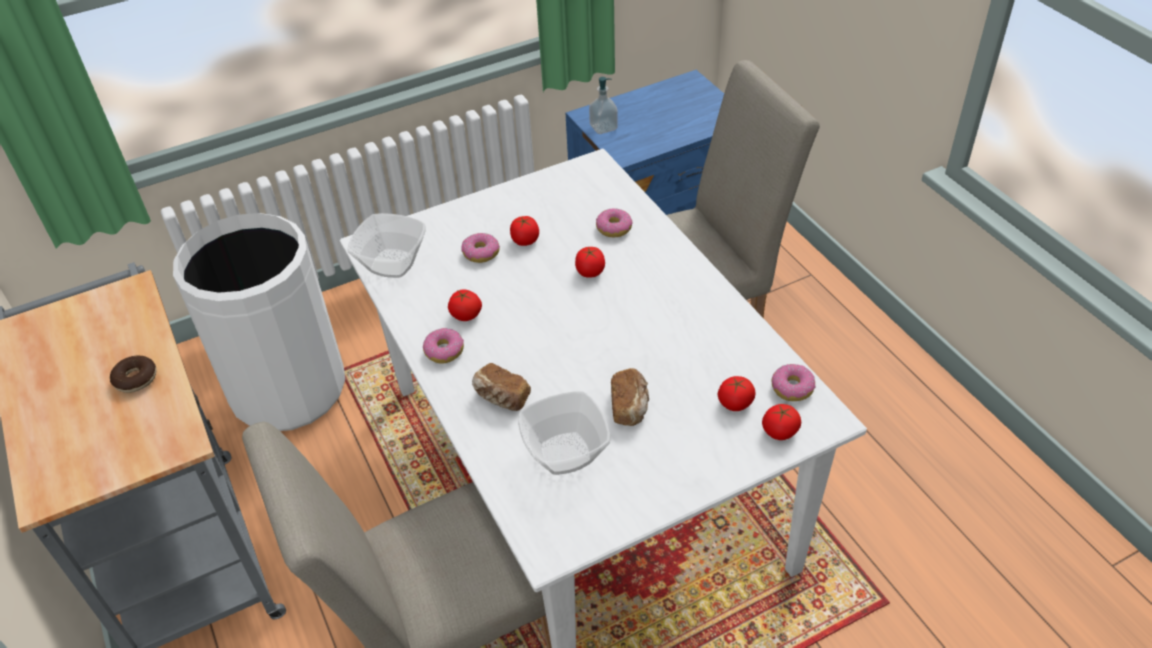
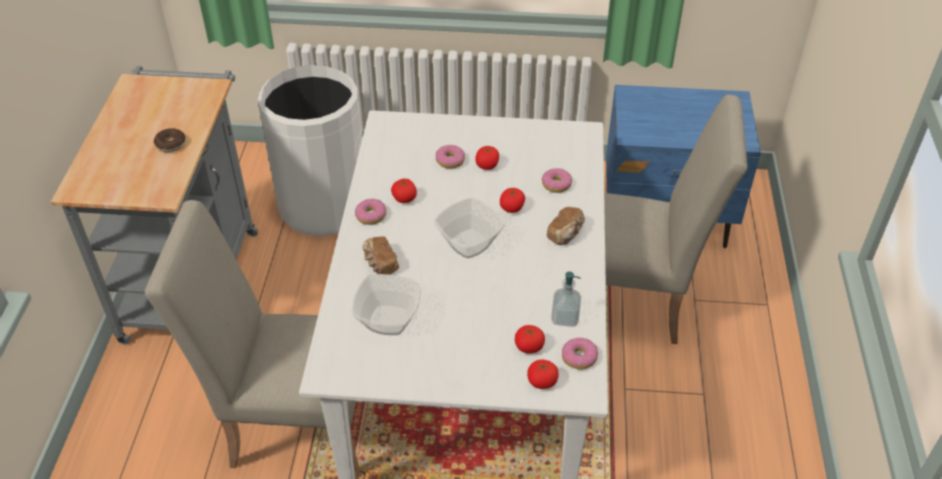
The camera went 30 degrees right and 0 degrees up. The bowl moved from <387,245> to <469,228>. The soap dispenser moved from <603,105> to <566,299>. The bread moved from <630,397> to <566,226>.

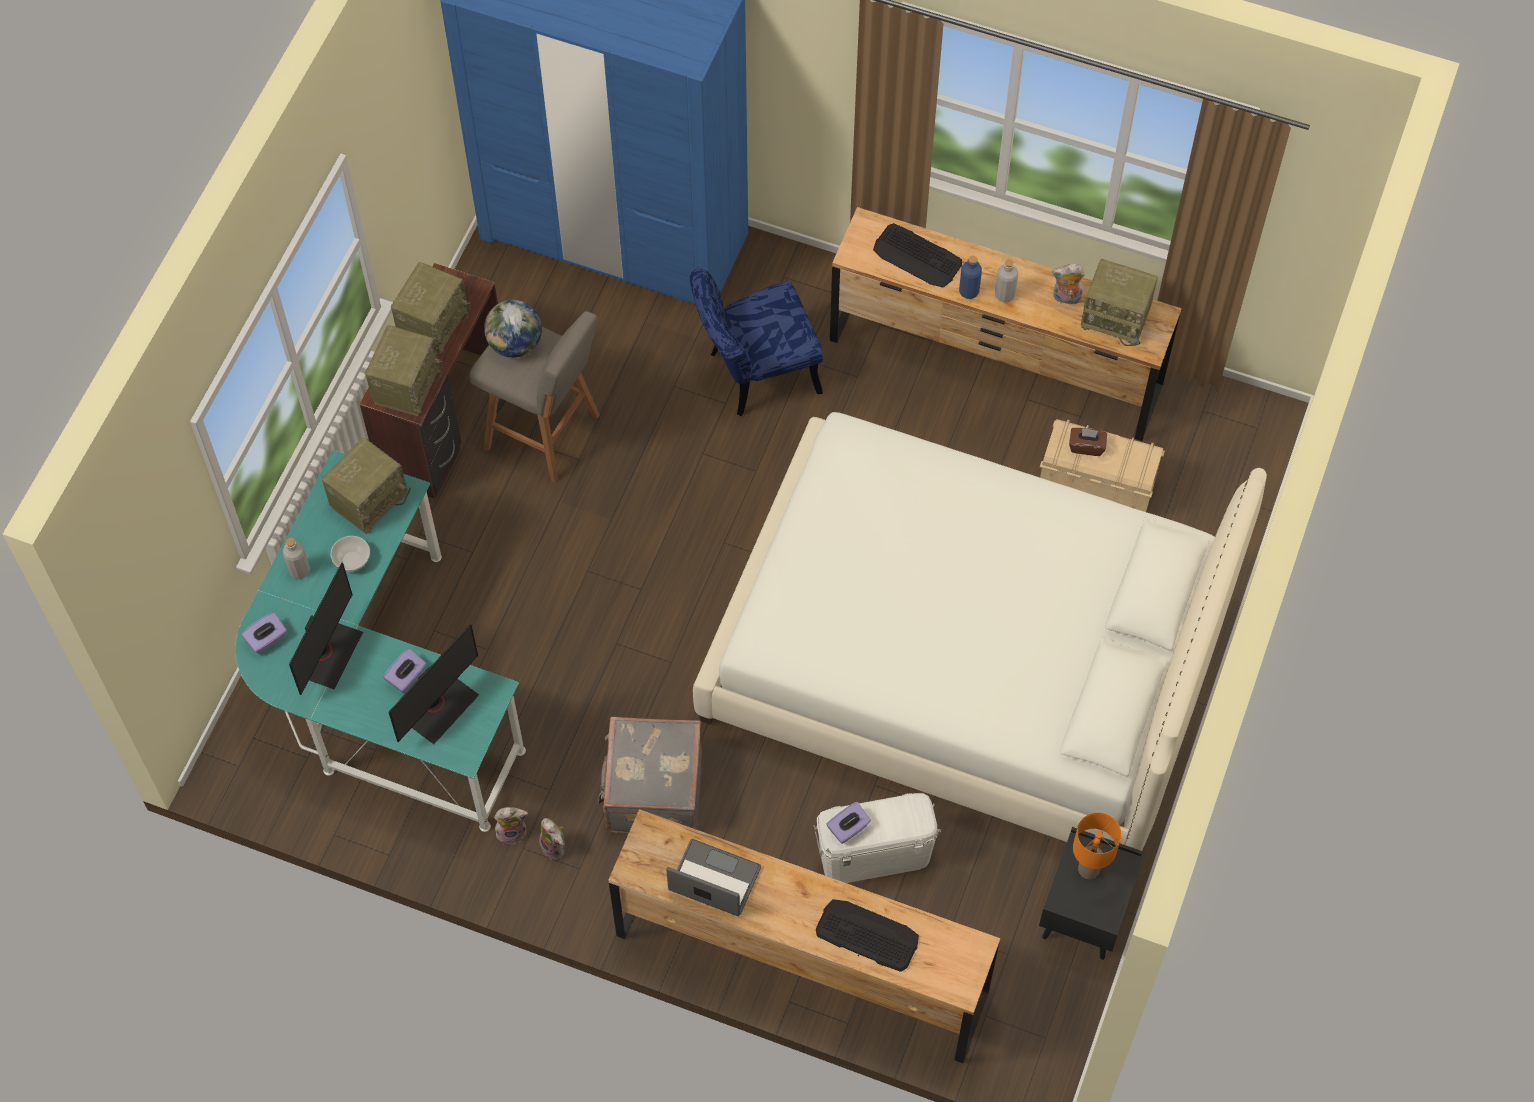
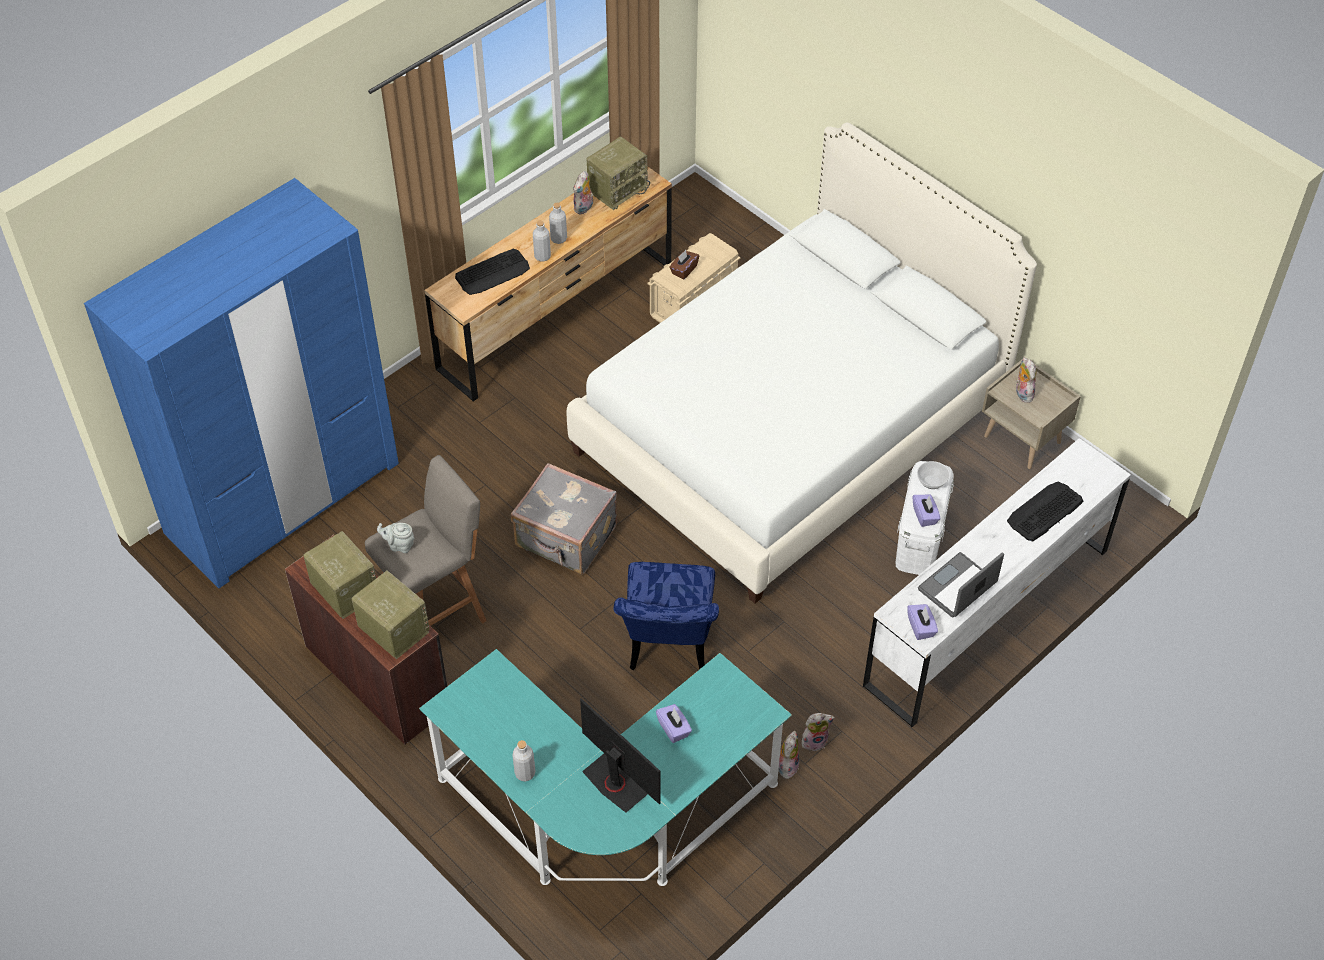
The camera went 65 degrees left and 10 degrees down. The purple tissue box moved from <264,633> to <922,622>. The radio at <366,486> disappeared. The bowl moved from <350,553> to <933,475>. The monitor at <434,684> disappeared. The globe at <513,329> was replaced by the grey teapot at <396,538>. The grey suitcase moved from <650,775> to <564,519>. The brown dresser at <804,936> became the white dresser at <997,582>. The blue chair moved from <756,342> to <666,616>. The blue bottle at <970,277> became the grey bottle at <542,241>. The black nightstand at <1092,893> became the beige nightstand at <1031,414>. The orange table lamp at <1097,845> was replaced by the plush toy at <1026,380>.

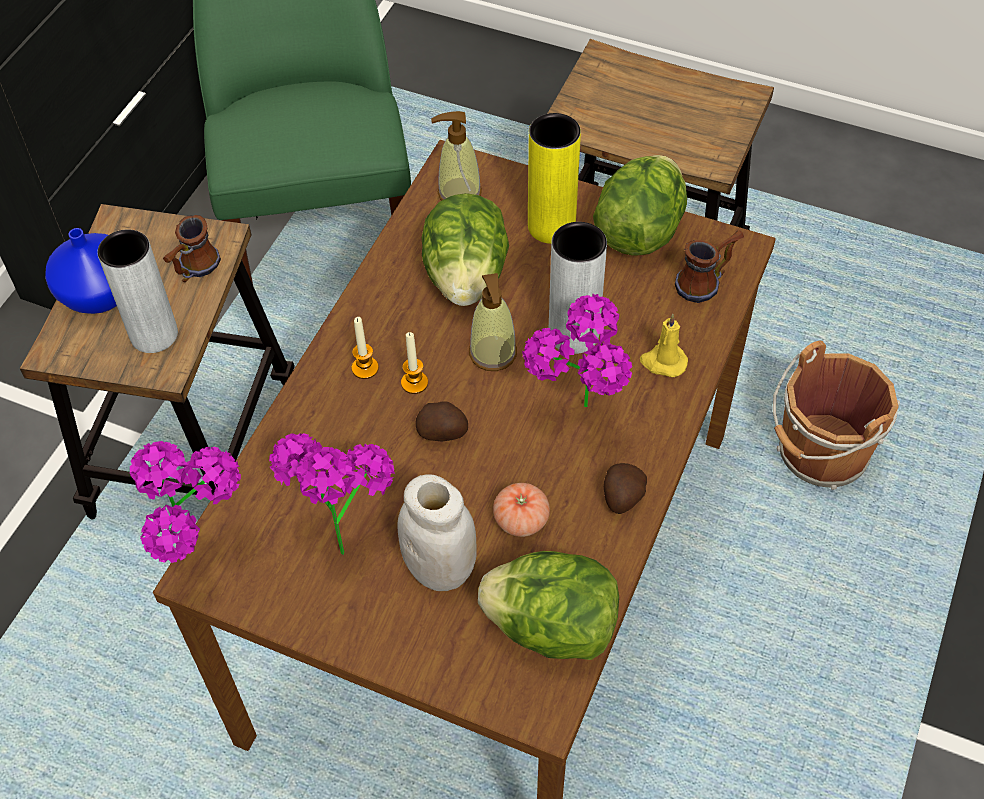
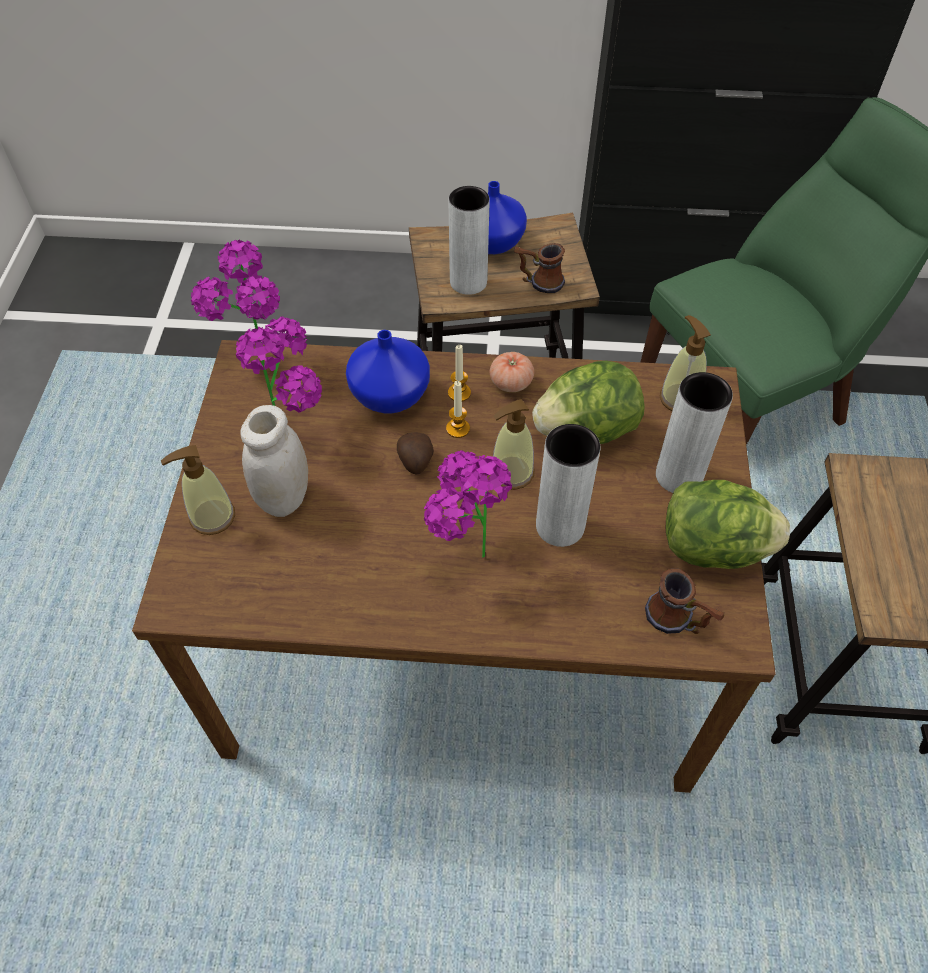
The camera went 70 degrees right and 0 degrees up. The lettuce at <548,605> disappeared. The tomato moved from <521,510> to <512,372>. The yellow vase at <554,178> became the grey vase at <694,432>. The potato at <625,488> disappeared. The yellow candle at <664,345> disappeared. The brown bucket at <836,415> disappeared. The soap dispenser at <198,490> appeared. The blue vase at <388,371> appeared.

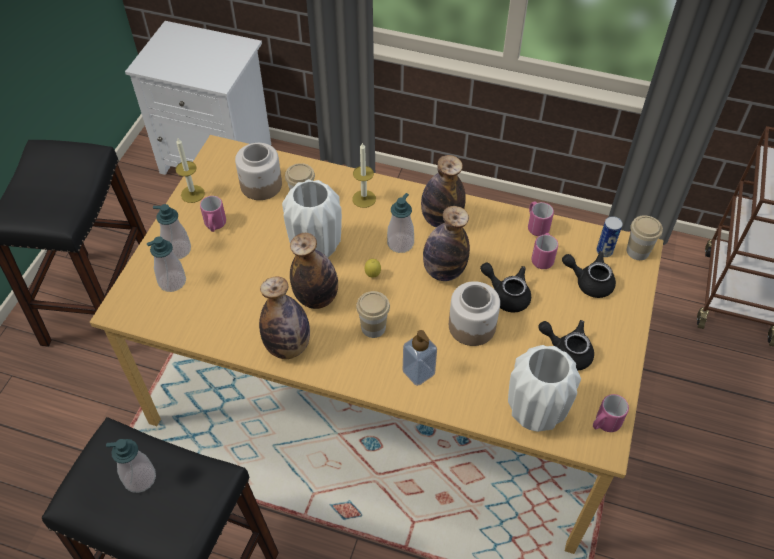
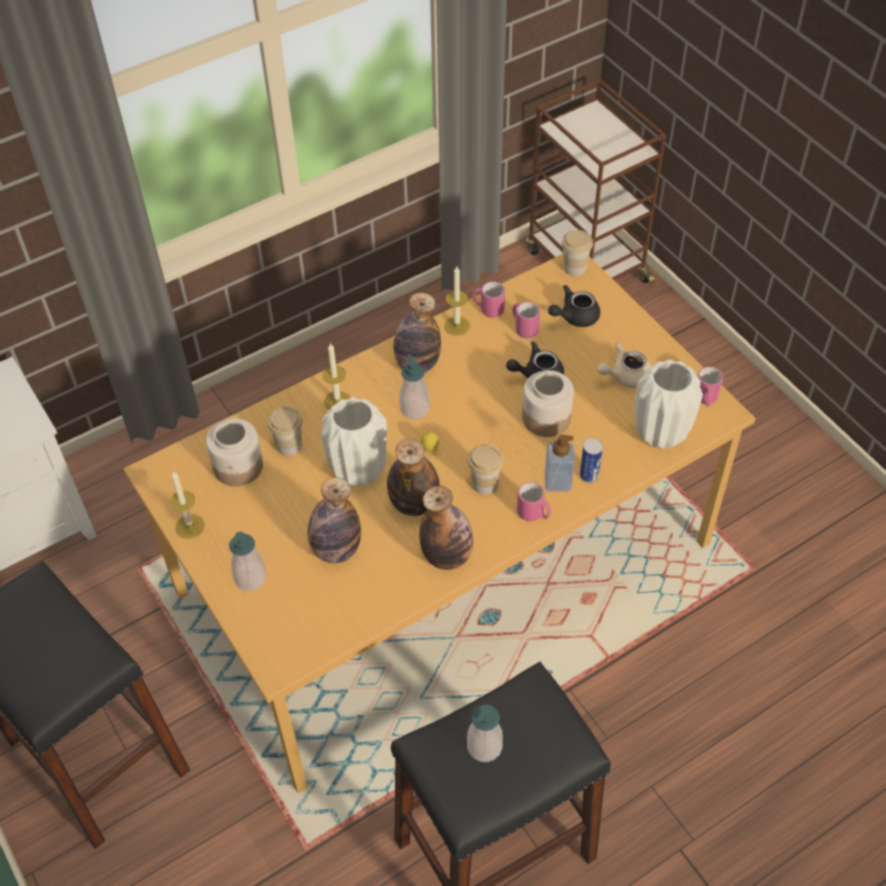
The camera went 50 degrees left and 0 degrees up. The soap dispenser at <166,264> disappeared. The pink mug moved from <213,214> to <534,501>. The bottle moved from <446,243> to <334,520>. The black teapot at <566,345> became the beige teapot at <624,365>. The can moved from <609,236> to <591,460>. The candle at <457,301> appeared.

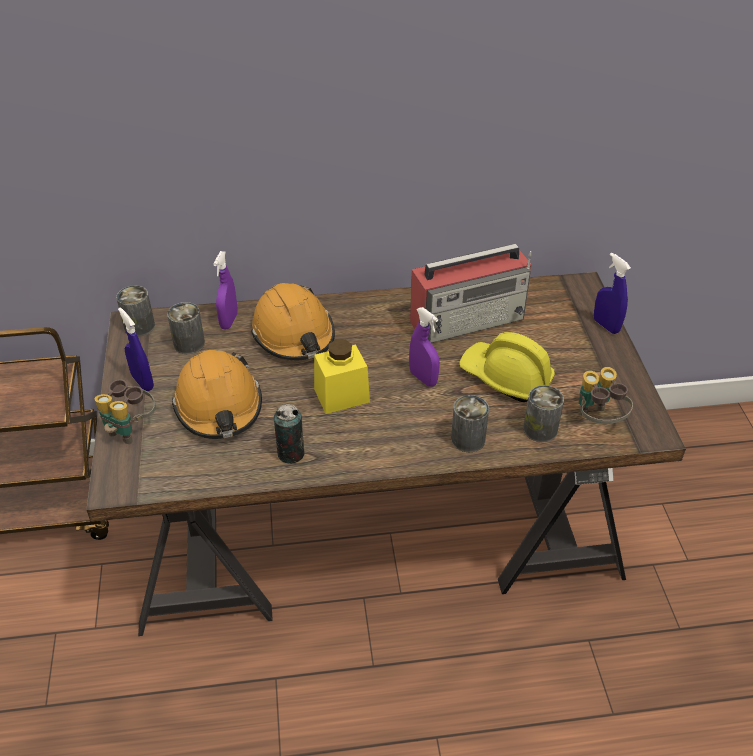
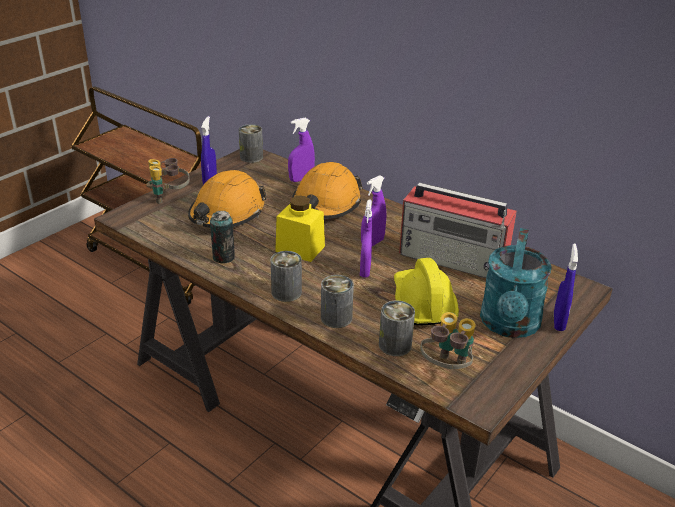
The camera went 45 degrees right and 10 degrees down. The can moved from <186,328> to <286,276>. The purple spray bottle at <374,210> appeared. The turquoise watering can at <516,283> appeared.

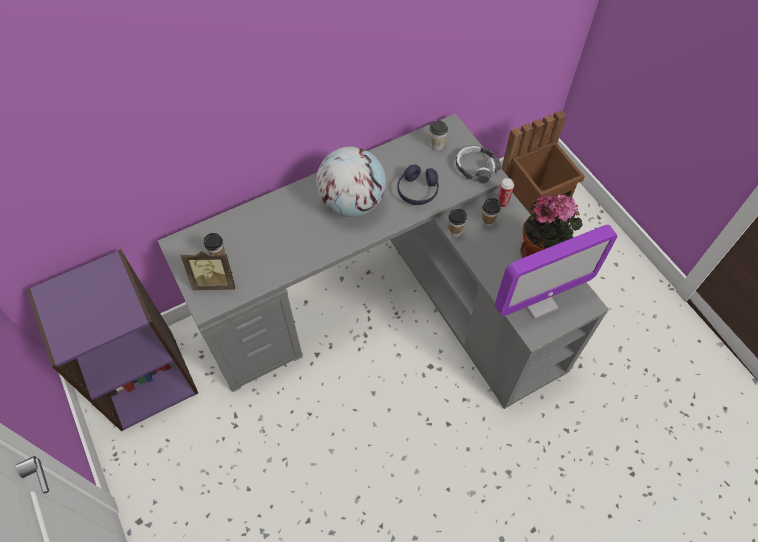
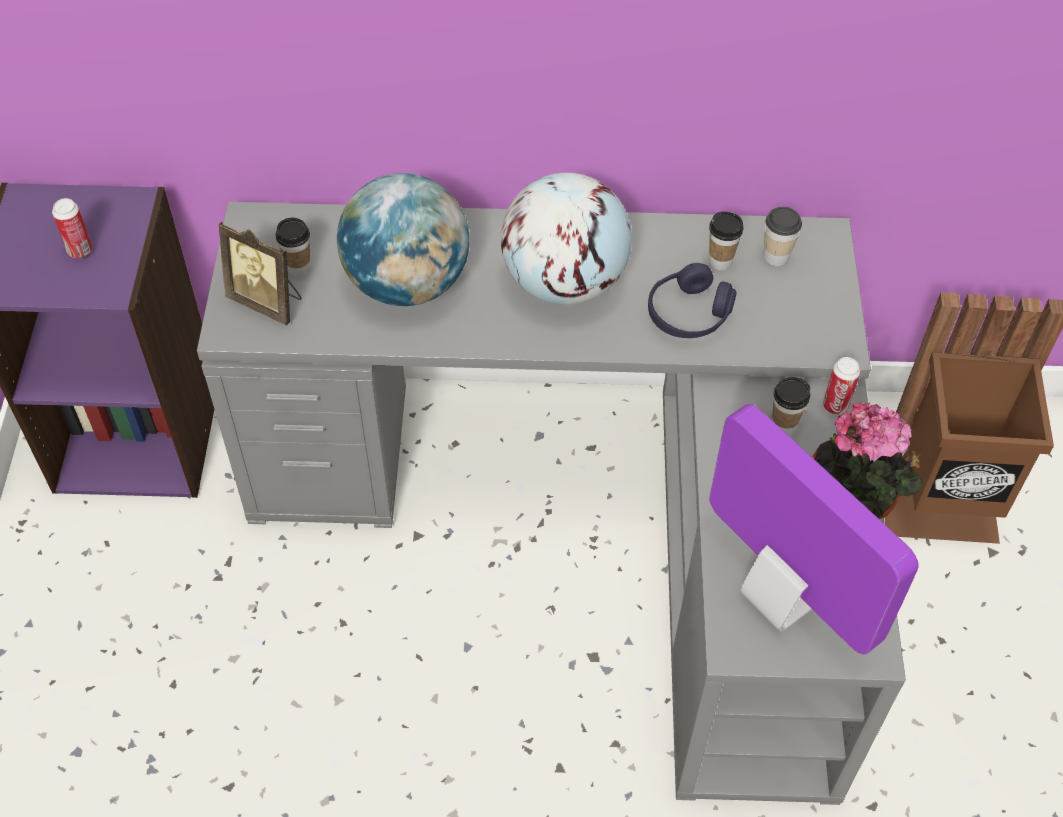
The camera went 30 degrees right and 5 degrees down. The cup moved from <457,223> to <726,240>. The headphones at <478,164> disappeared. The monitor at <555,272> turned 135 degrees counterclockwise. The can at <72,228> appeared. The globe at <403,239> appeared.

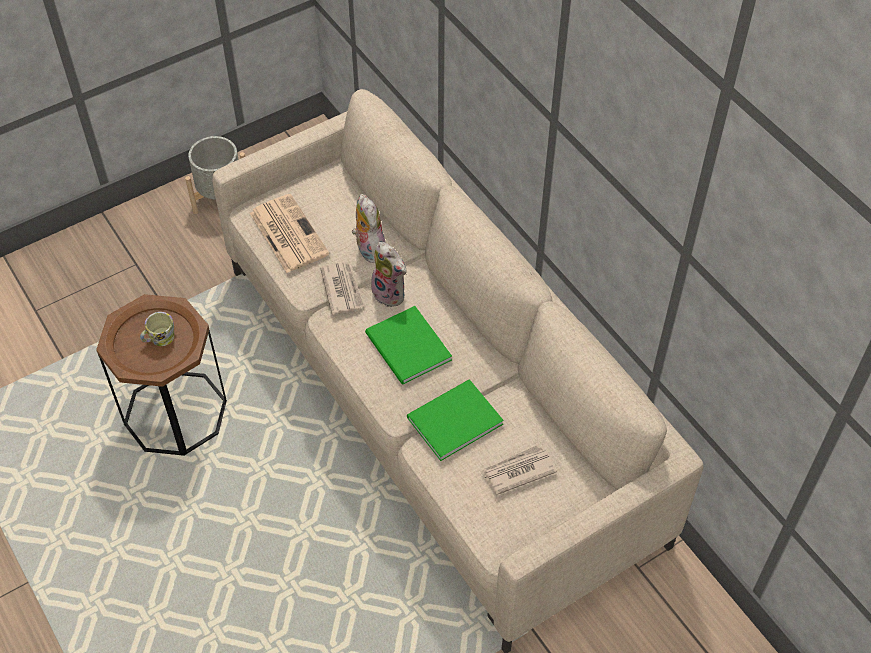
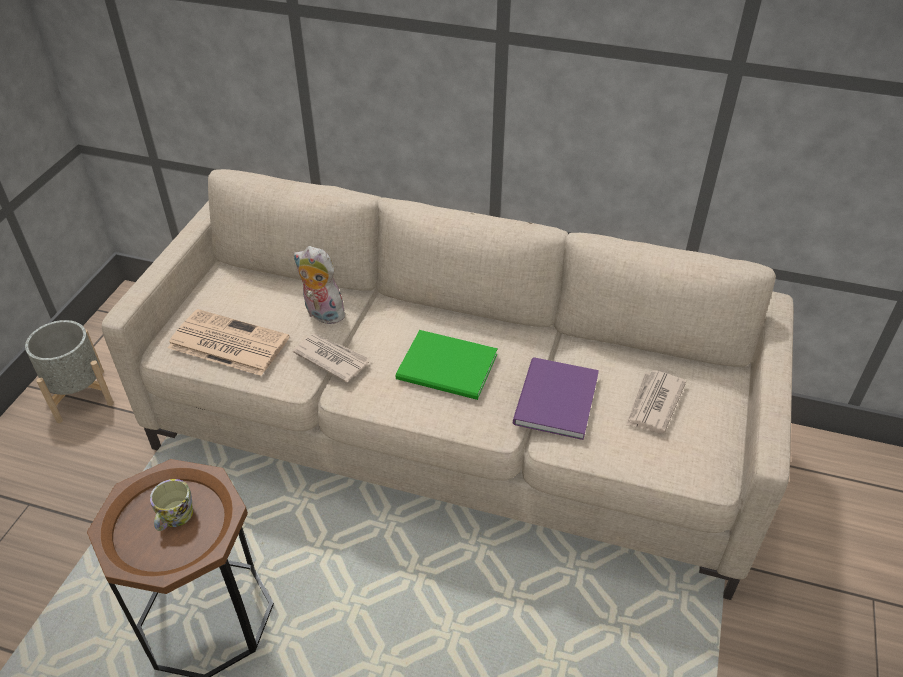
The camera went 40 degrees left and 10 degrees down. The plush toy at <388,274> disappeared. The green book at <455,420> became the purple book at <556,398>.

